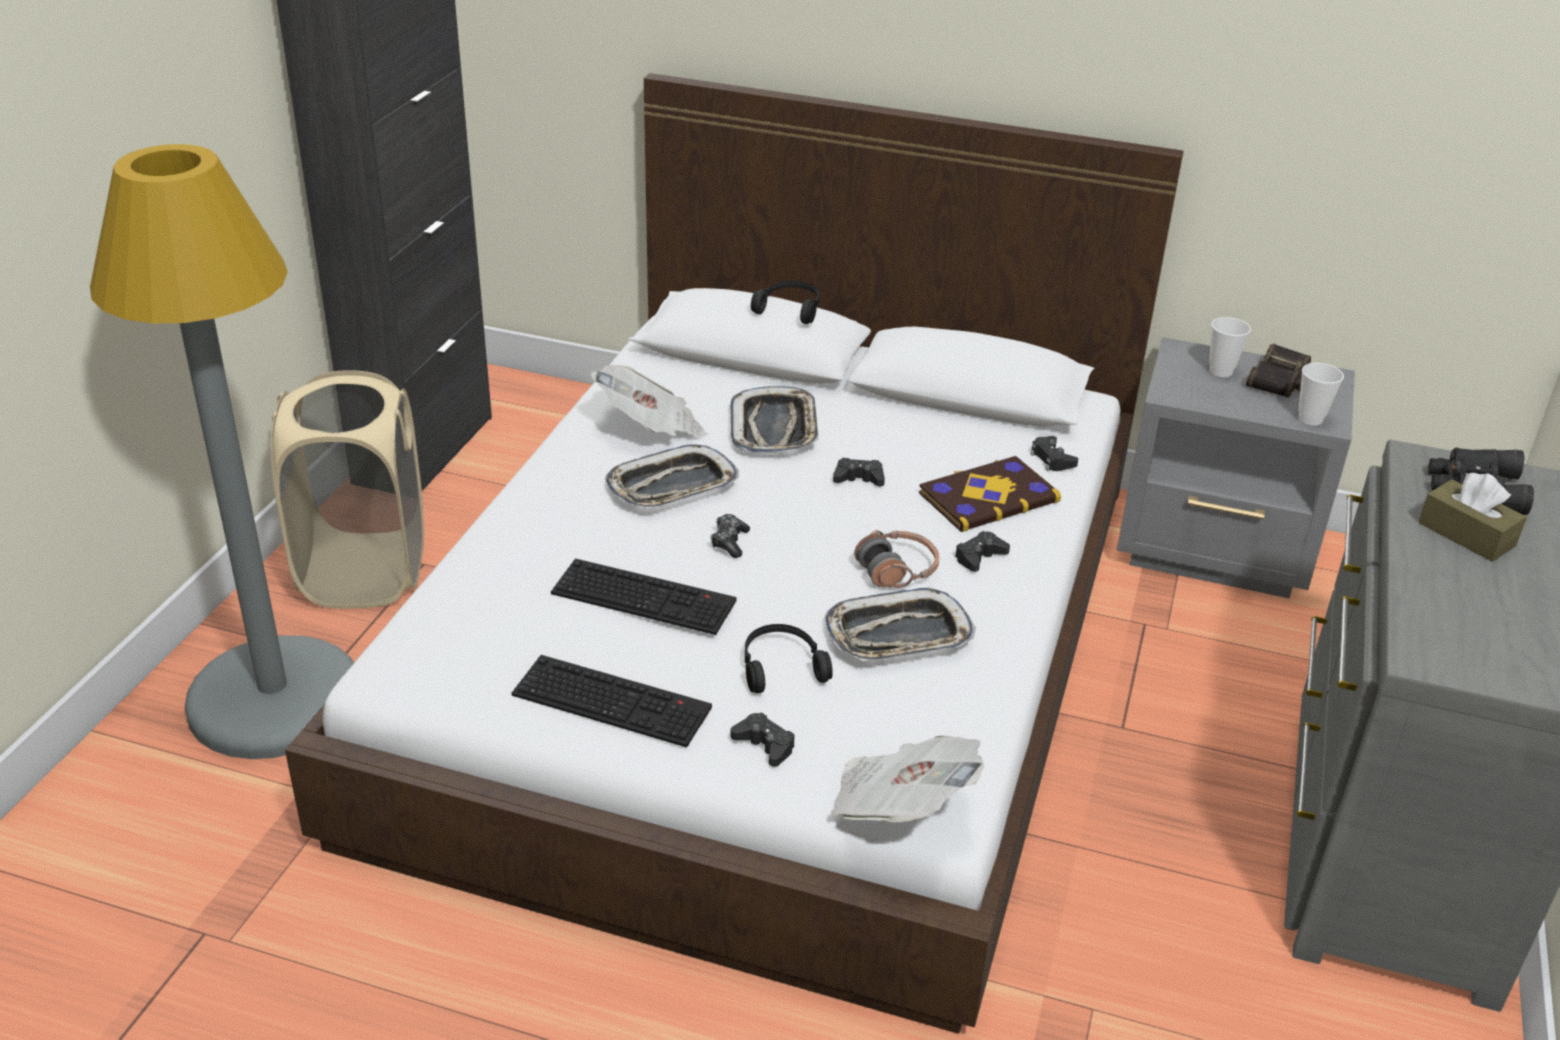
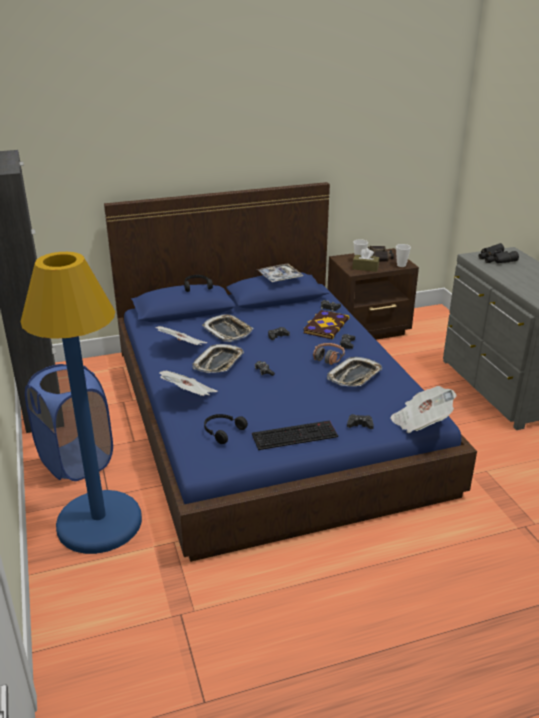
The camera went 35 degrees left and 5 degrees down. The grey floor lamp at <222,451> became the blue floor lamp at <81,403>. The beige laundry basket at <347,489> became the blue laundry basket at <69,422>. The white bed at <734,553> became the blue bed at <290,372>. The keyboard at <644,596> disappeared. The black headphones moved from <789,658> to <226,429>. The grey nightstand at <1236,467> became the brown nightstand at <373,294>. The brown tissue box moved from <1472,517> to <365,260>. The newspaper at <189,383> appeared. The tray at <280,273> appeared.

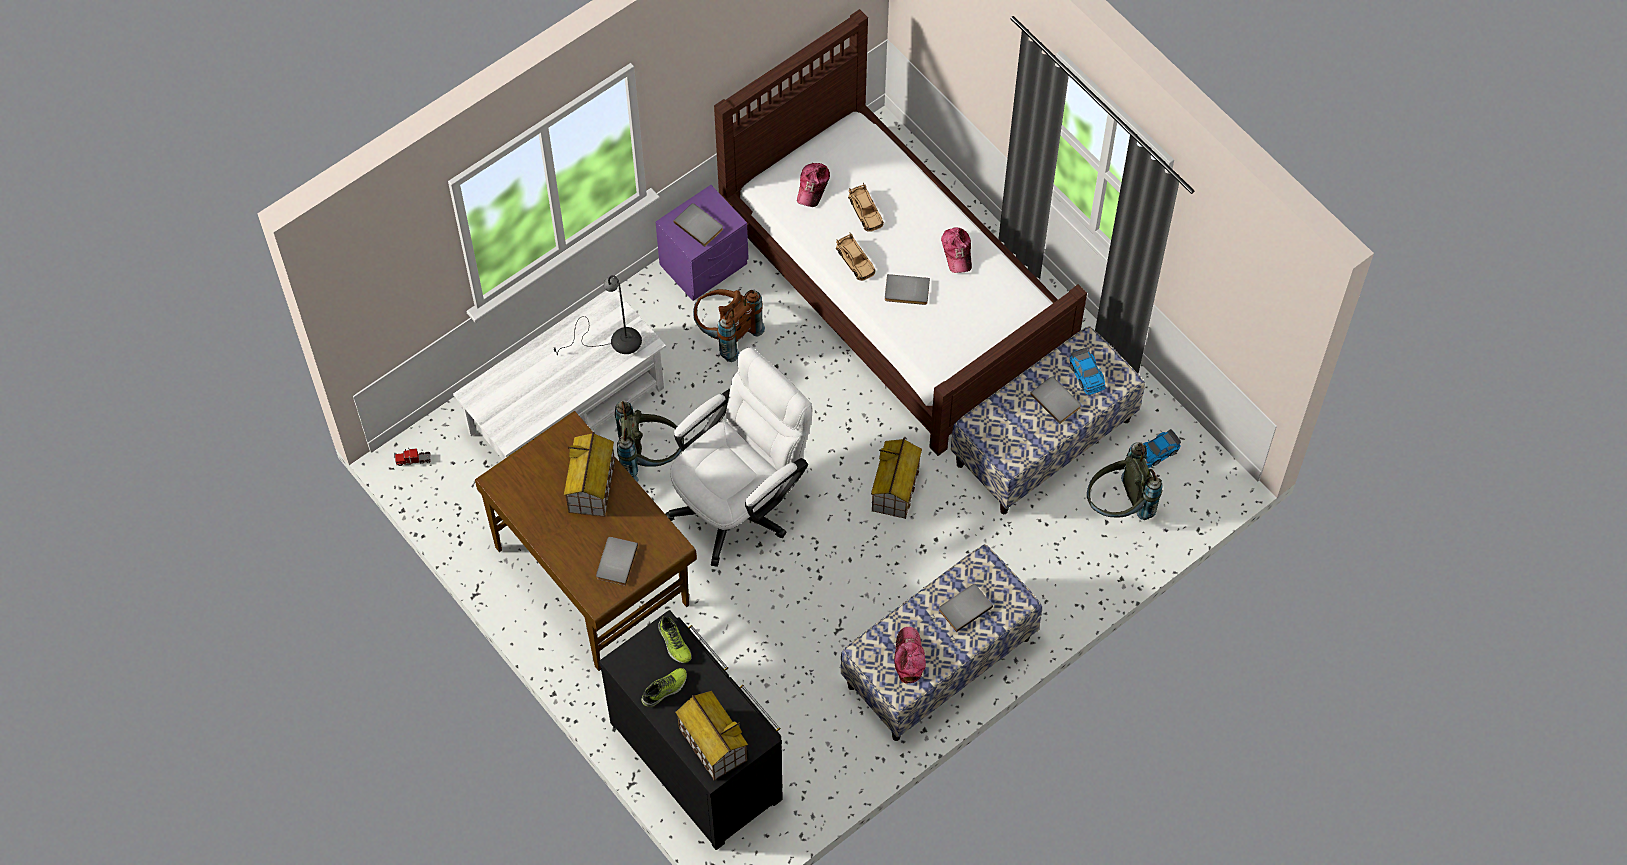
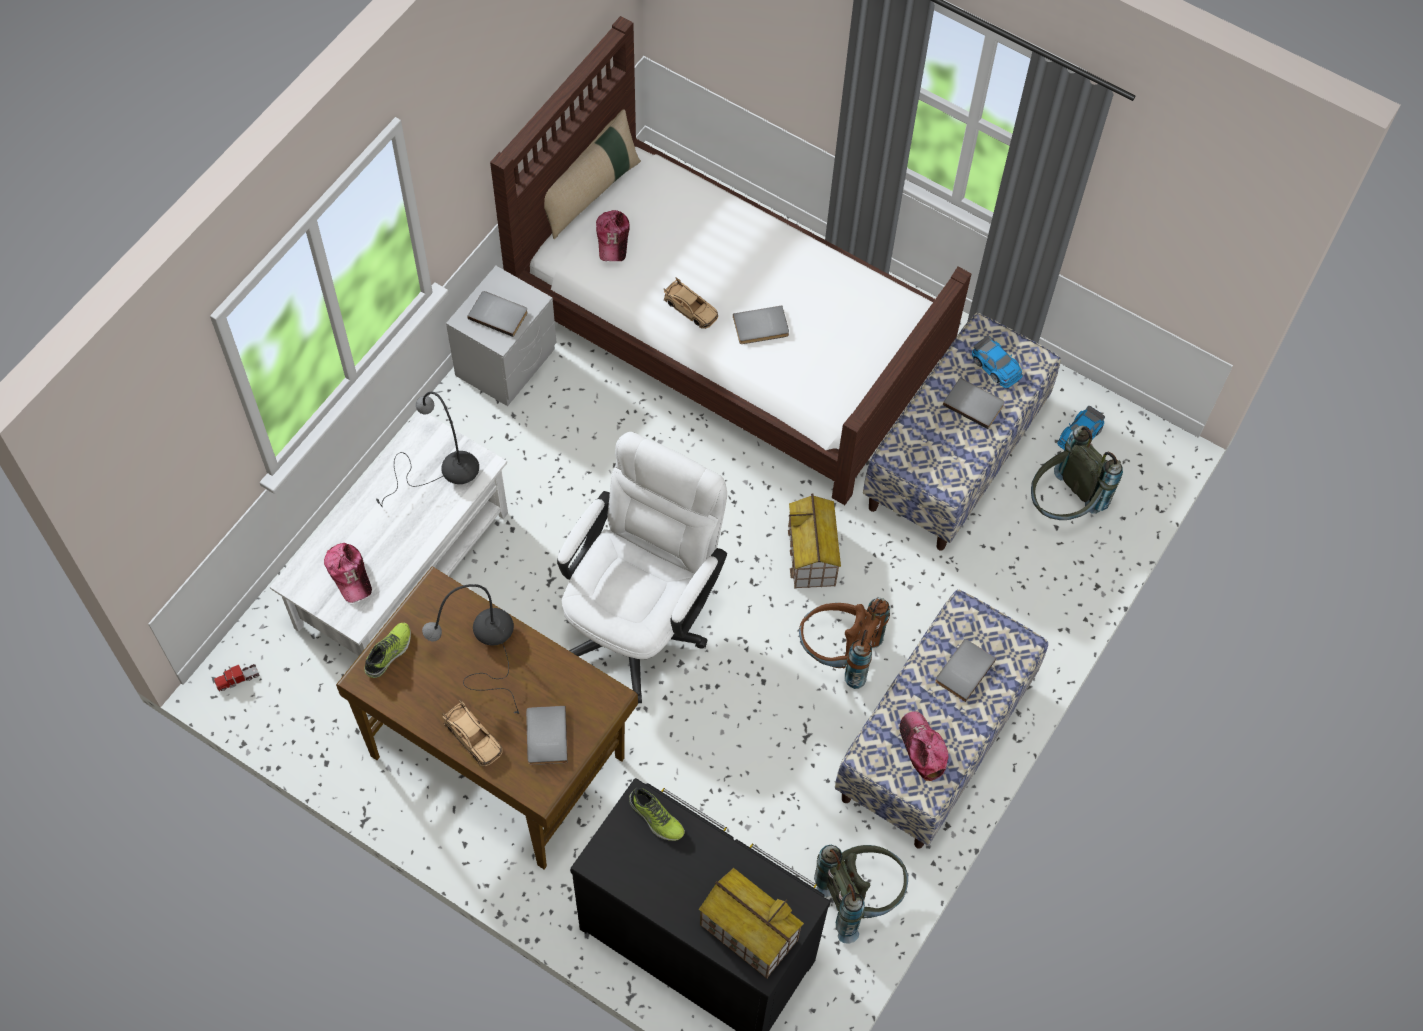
The camera went 20 degrees left and 0 degrees up. The toy house at <589,474> was replaced by the grey table lamp at <470,649>. The grey backpack moved from <649,441> to <861,894>. The shoe moved from <664,687> to <387,650>. The purple nightstand at <702,243> became the grey nightstand at <501,336>. The brown backpack moved from <729,325> to <844,643>. The beige toy car moved from <866,207> to <472,733>. The cap moved from <956,250> to <348,573>. The beige pillow at <592,174> appeared.

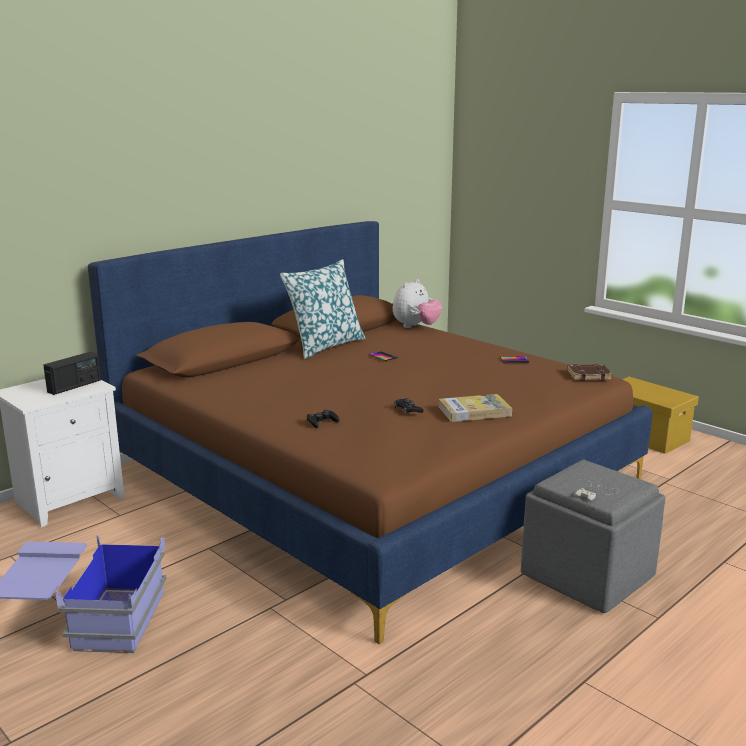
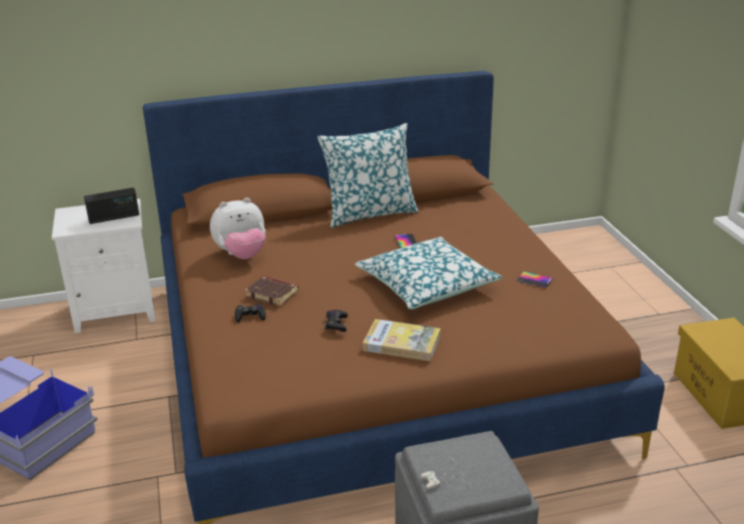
The camera went 30 degrees right and 10 degrees up. The plush toy moved from <417,303> to <237,228>. The brown book moved from <589,372> to <271,291>. The pillow at <428,273> appeared.

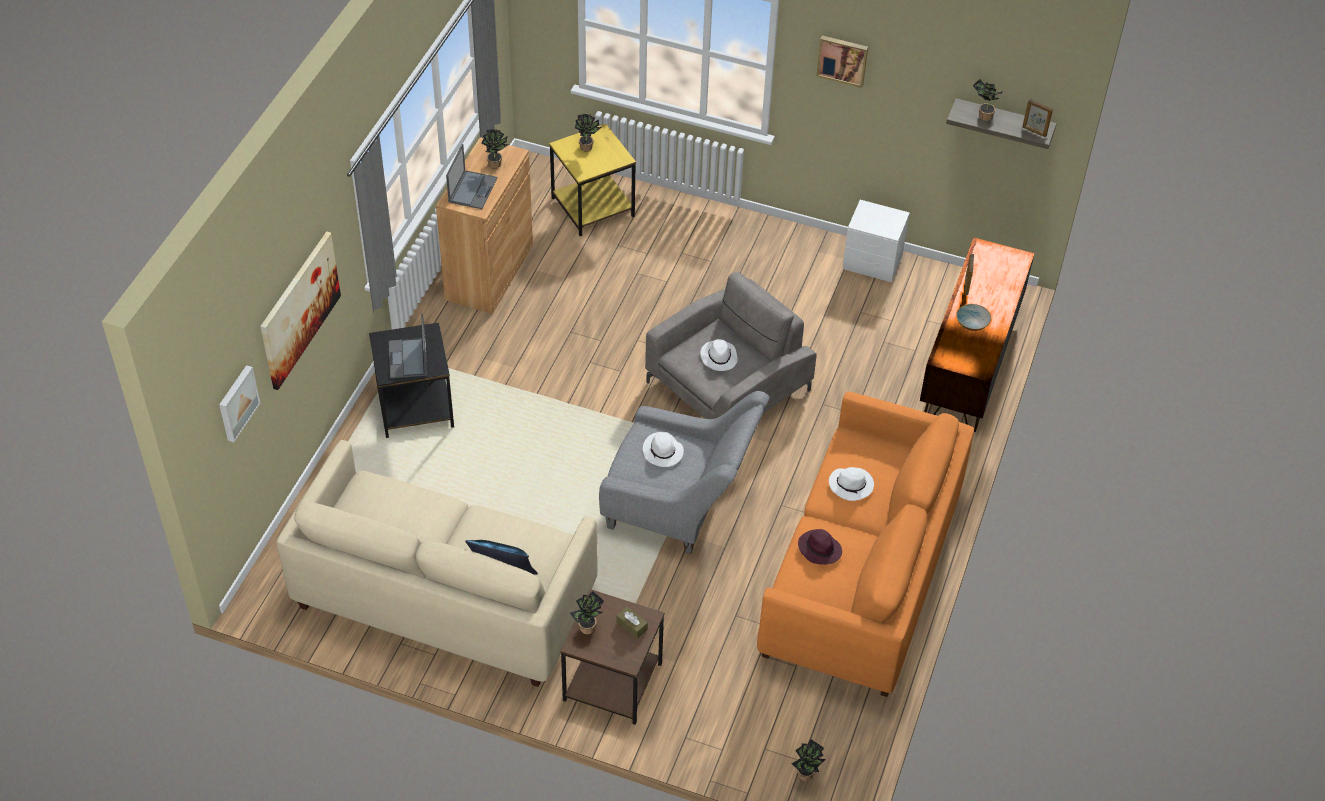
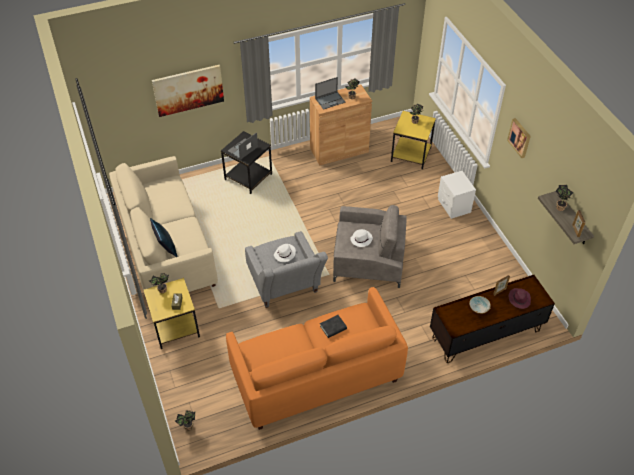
The camera went 50 degrees right and 0 degrees up. The picture at <239,403> disappeared. The brown side table at <612,657> became the yellow side table at <171,313>. The purple hat moved from <820,547> to <520,298>. The white hat at <851,484> was replaced by the black book at <333,326>. The white nightstand moved from <876,241> to <457,195>.

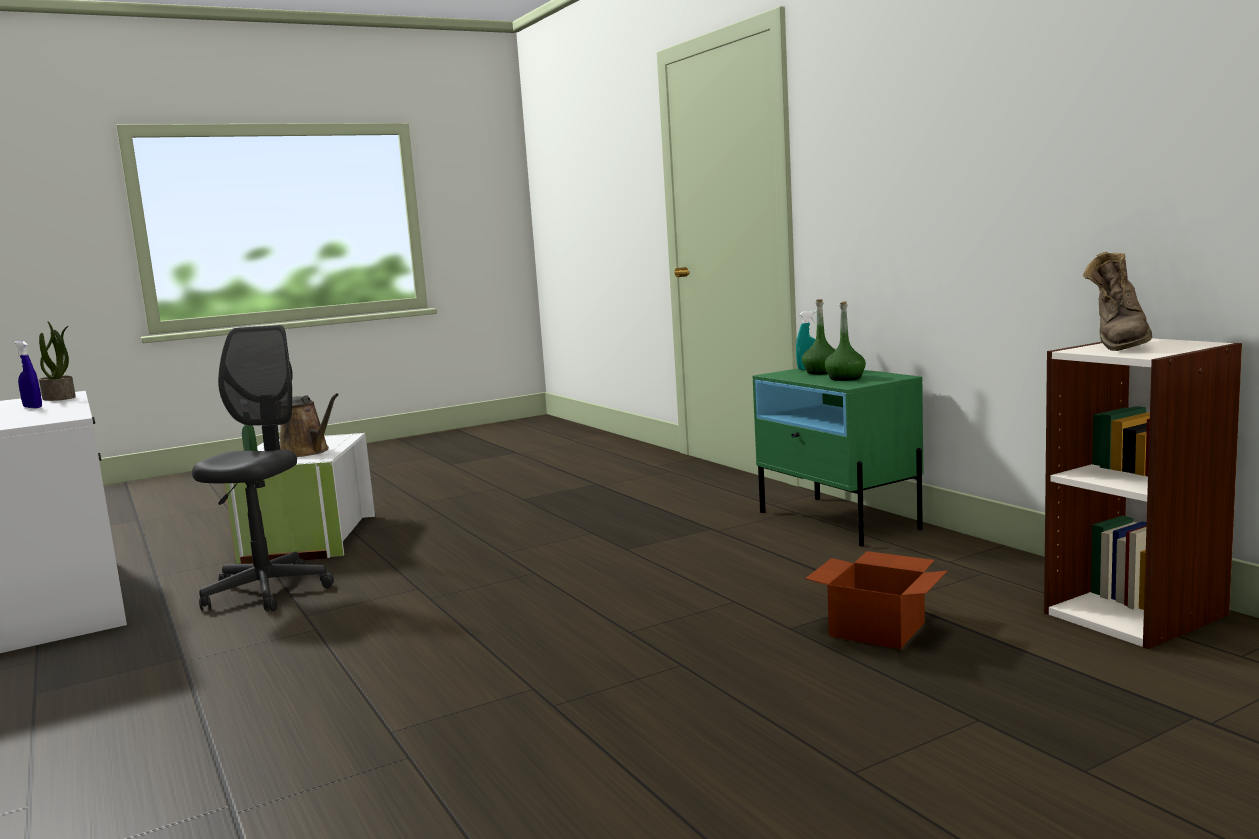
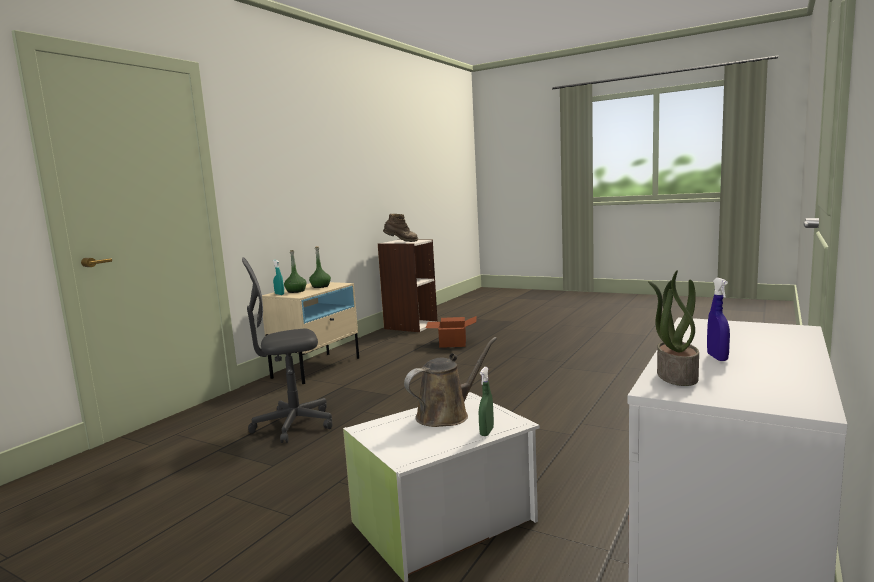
The camera went 120 degrees left and 0 degrees up. The grey office chair moved from <263,468> to <287,350>. The brown watering can at <309,425> turned 45 degrees clockwise. The green nightstand at <838,457> became the beige nightstand at <310,333>.

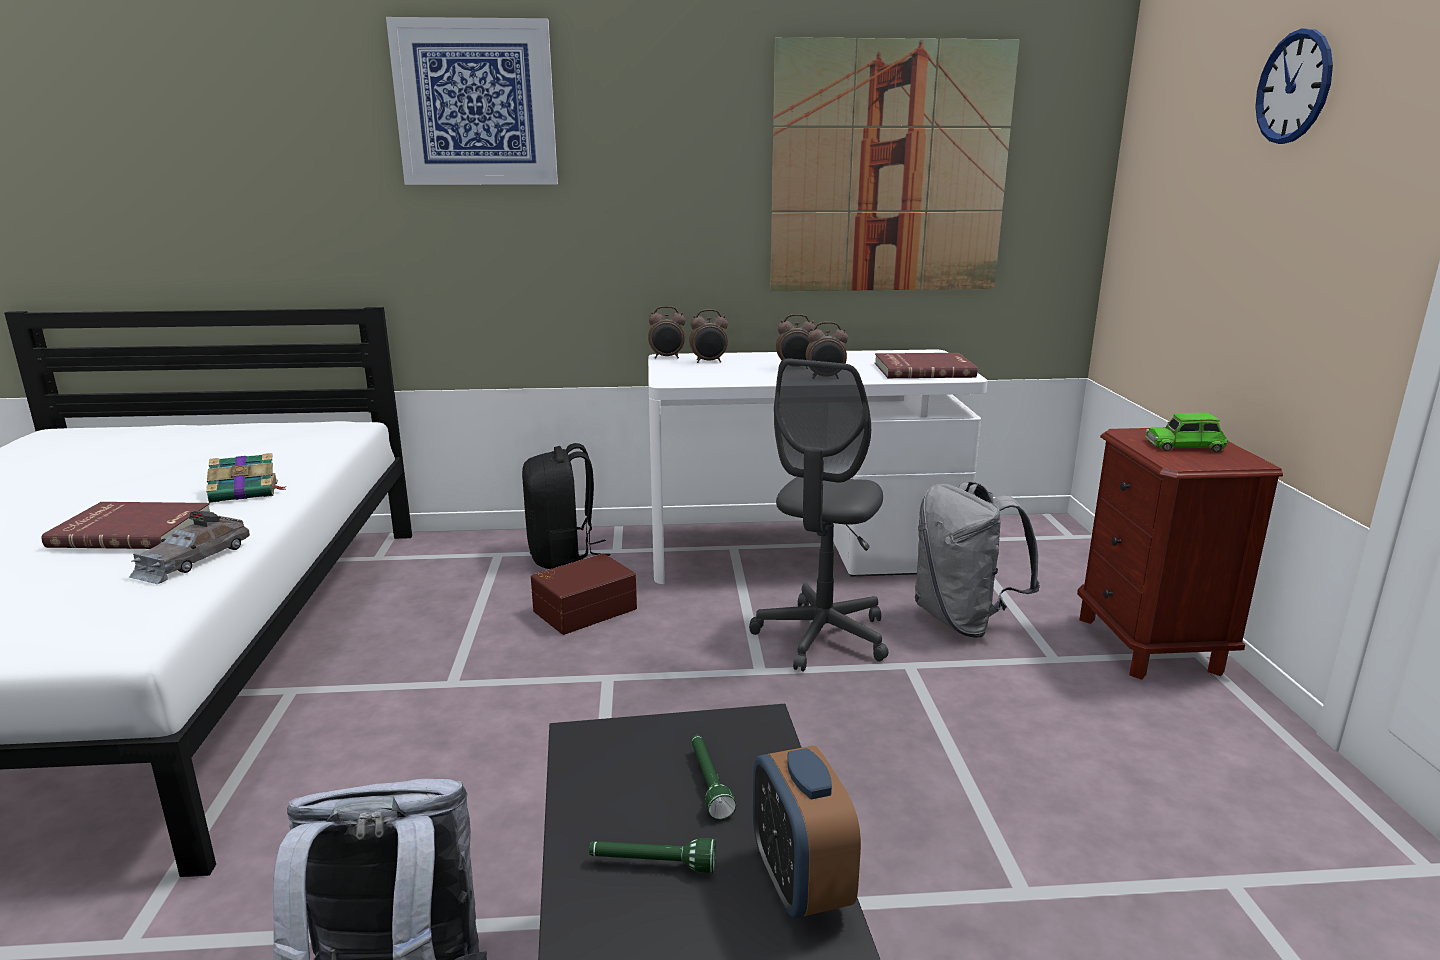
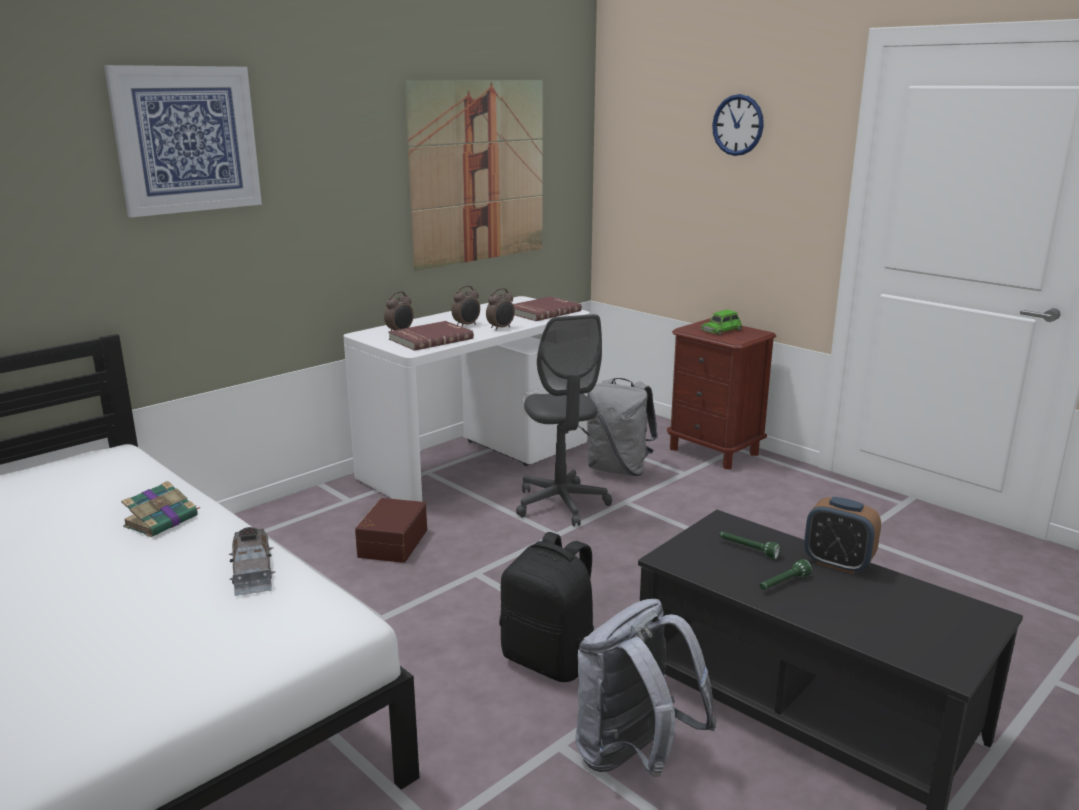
The camera went 40 degrees left and 0 degrees up. The red book moved from <126,525> to <431,336>. The black backpack moved from <566,506> to <546,607>. The alarm clock at <667,332> disappeared.

